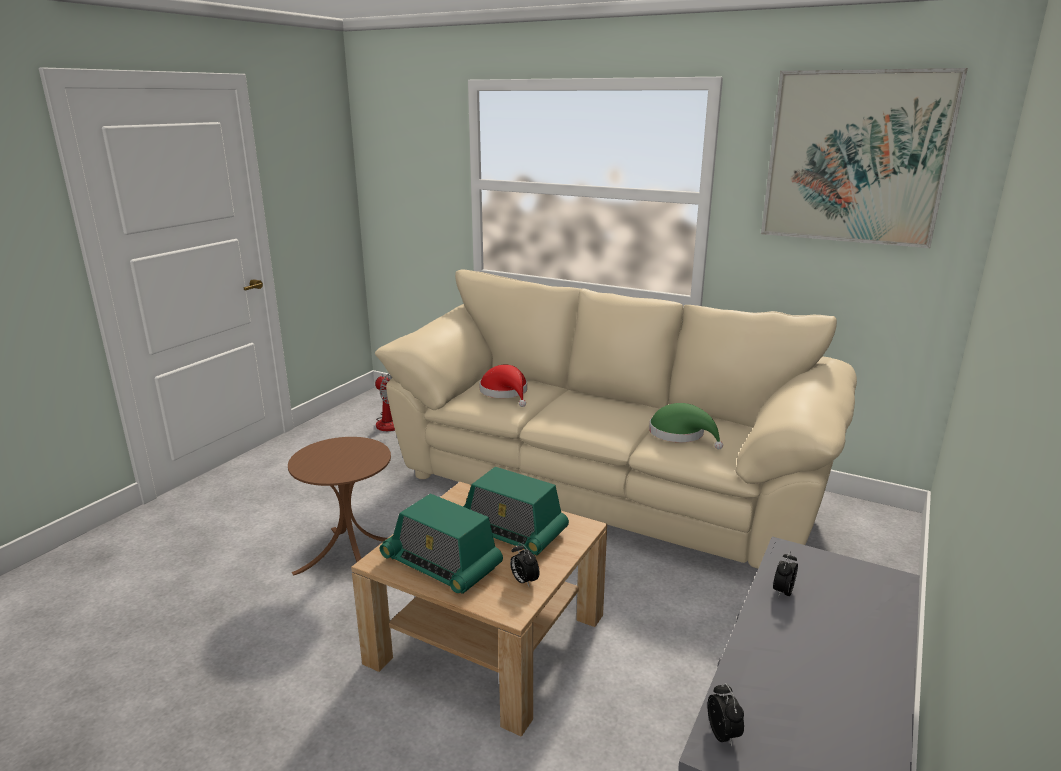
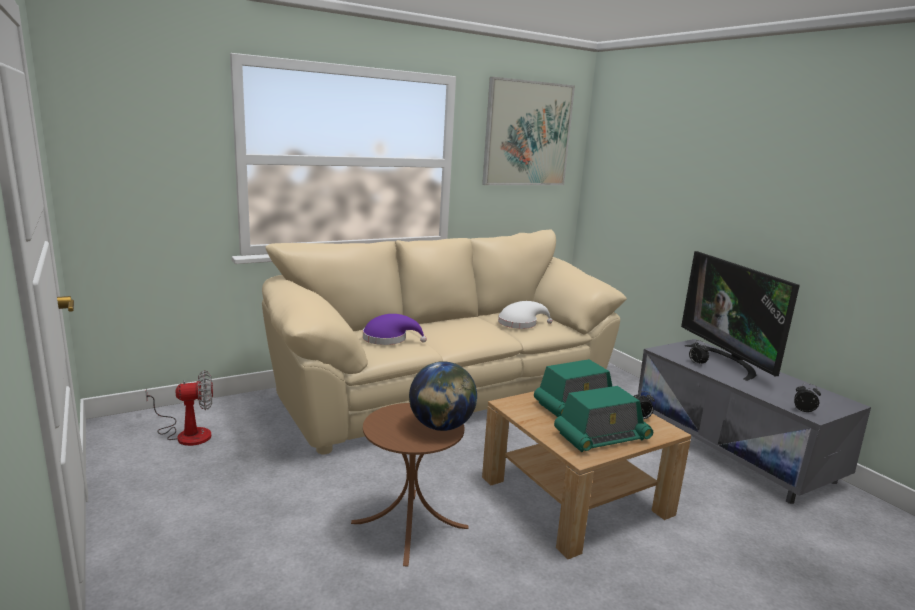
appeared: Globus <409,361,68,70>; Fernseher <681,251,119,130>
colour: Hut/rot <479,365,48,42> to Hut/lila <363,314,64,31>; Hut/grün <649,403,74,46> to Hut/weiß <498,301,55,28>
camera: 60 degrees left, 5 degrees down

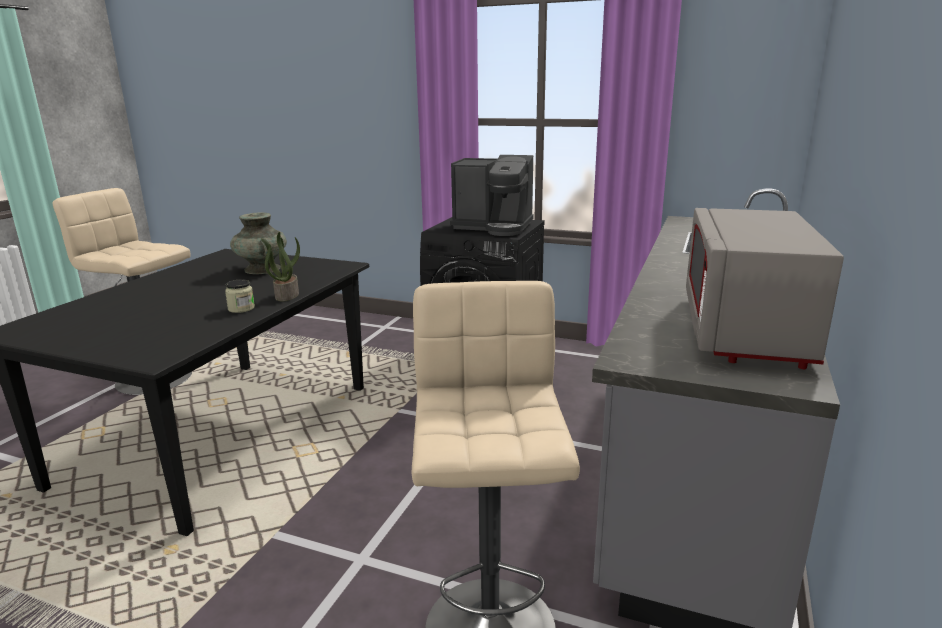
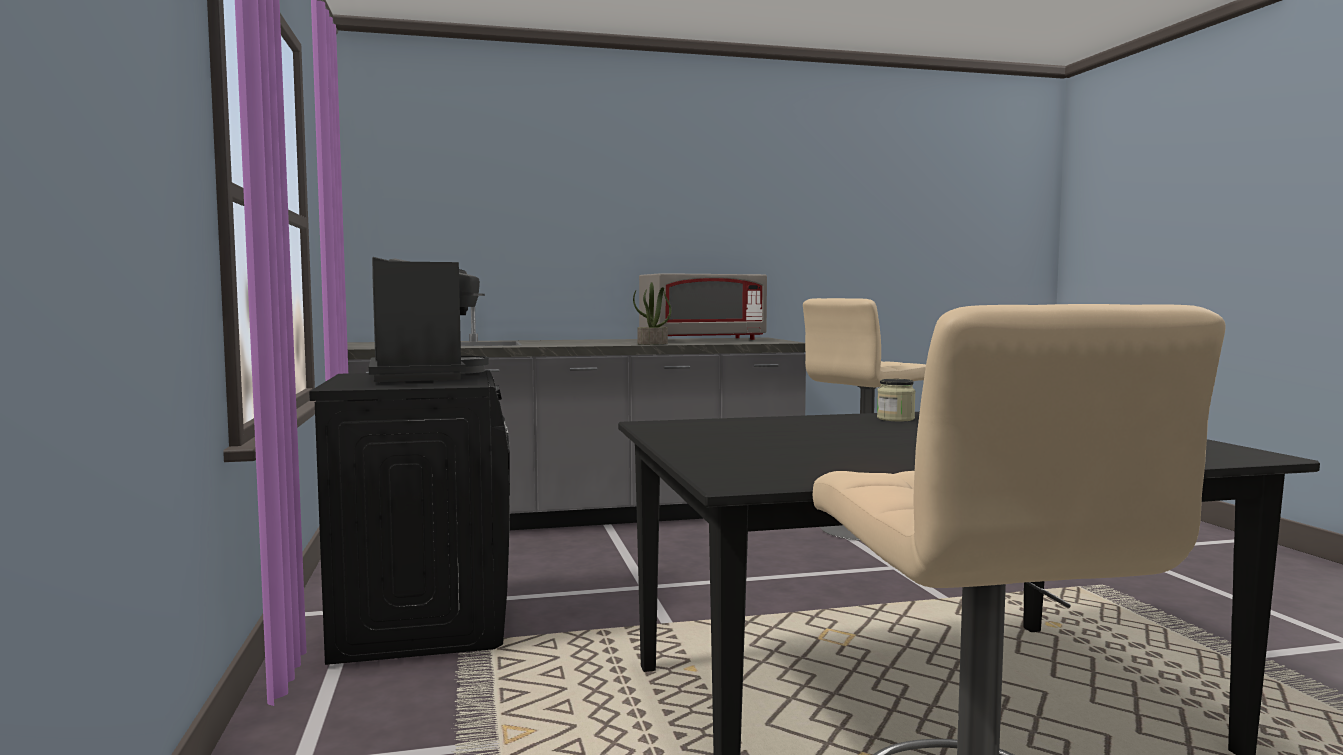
missing: Vase/türkis <230,213,57,61>
relocated: Topfpflanze <261,232,39,70> to <633,282,38,63>
camera: 125 degrees left, 15 degrees down

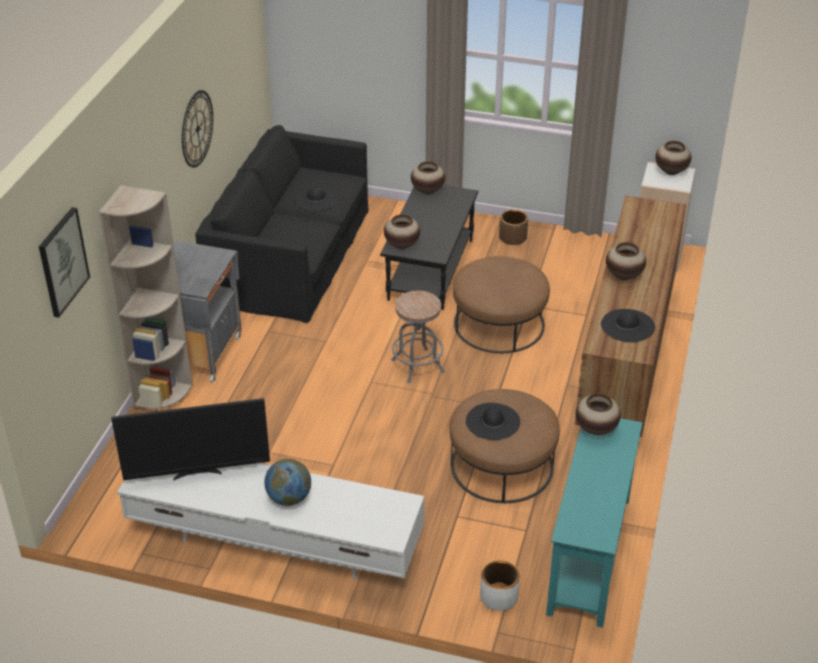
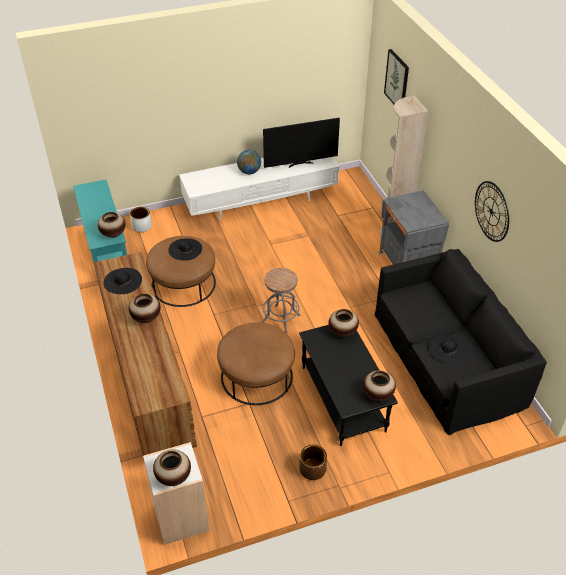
spun: Fernseher <111,398,159,83> = <263,118,77,50> 150 degrees counterclockwise
camera: 145 degrees right, 5 degrees up

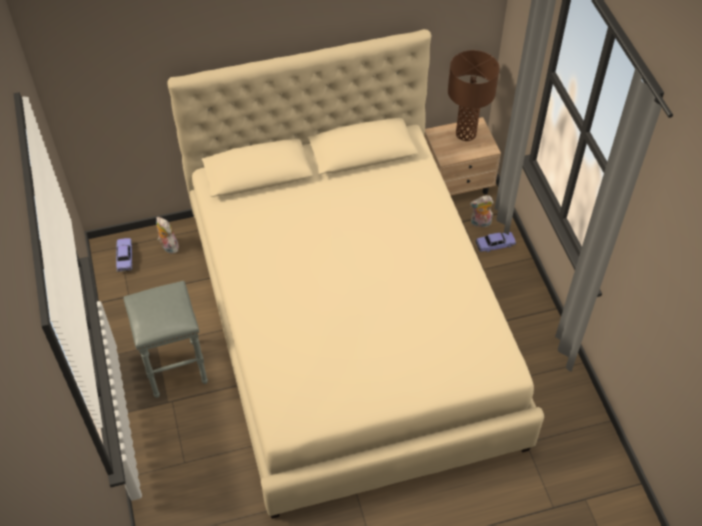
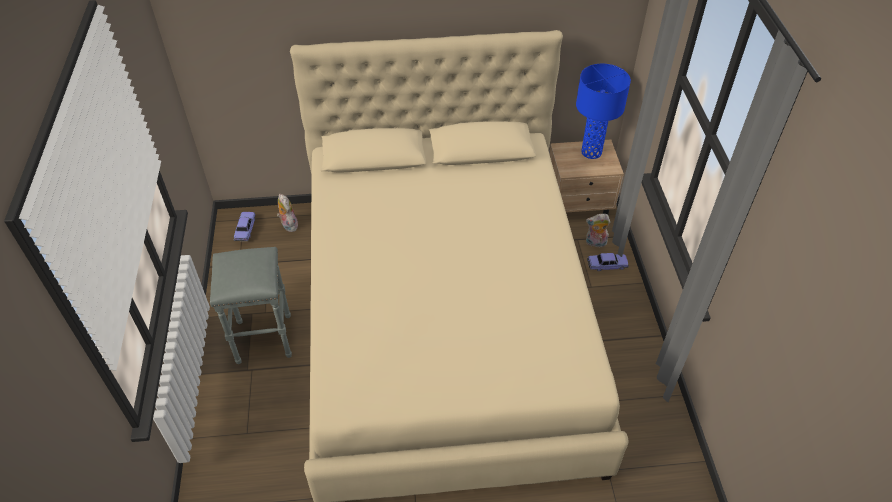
colour: Tischlampe/braun <448,50,52,91> to Tischlampe/blau <576,64,55,95>
camera: 10 degrees right, 5 degrees down

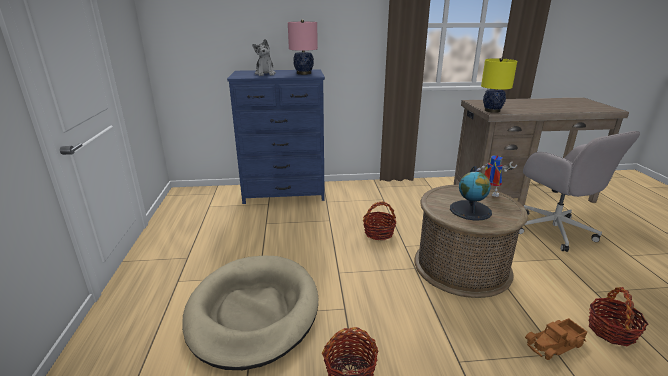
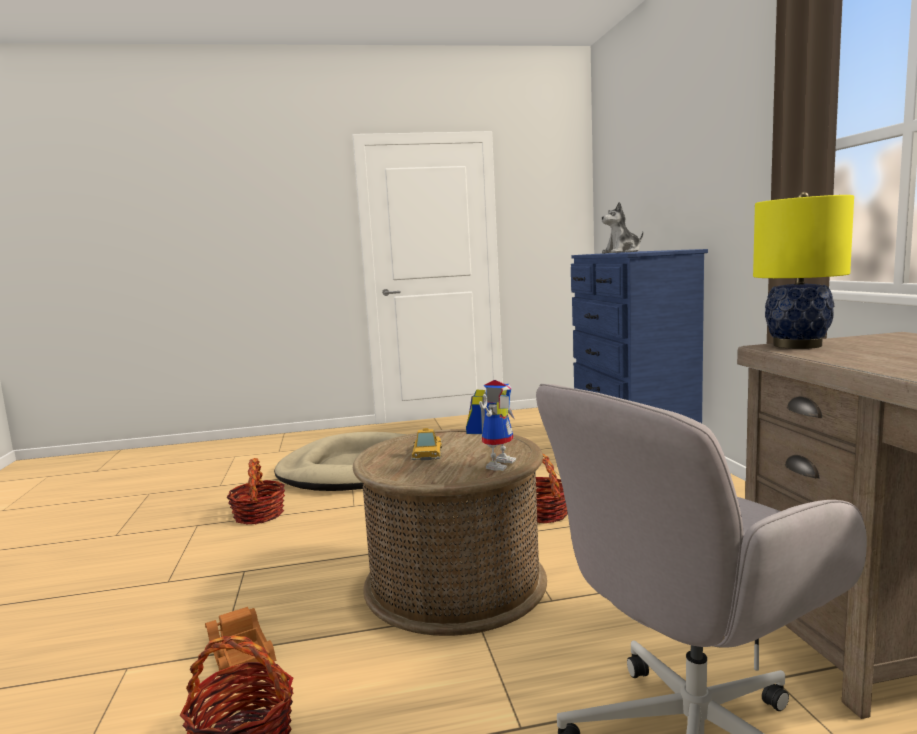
missing: Tischlampe/rosa <288,19,30,56>
exchanged: Globus <450,166,42,55> to Spielzeugauto <411,428,31,33>
camera: 85 degrees right, 15 degrees down

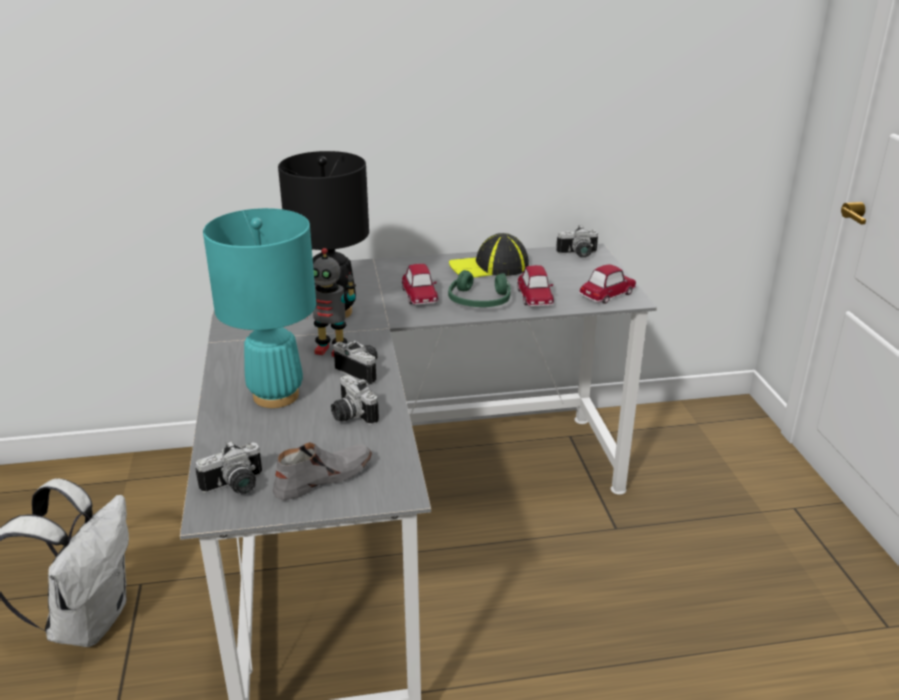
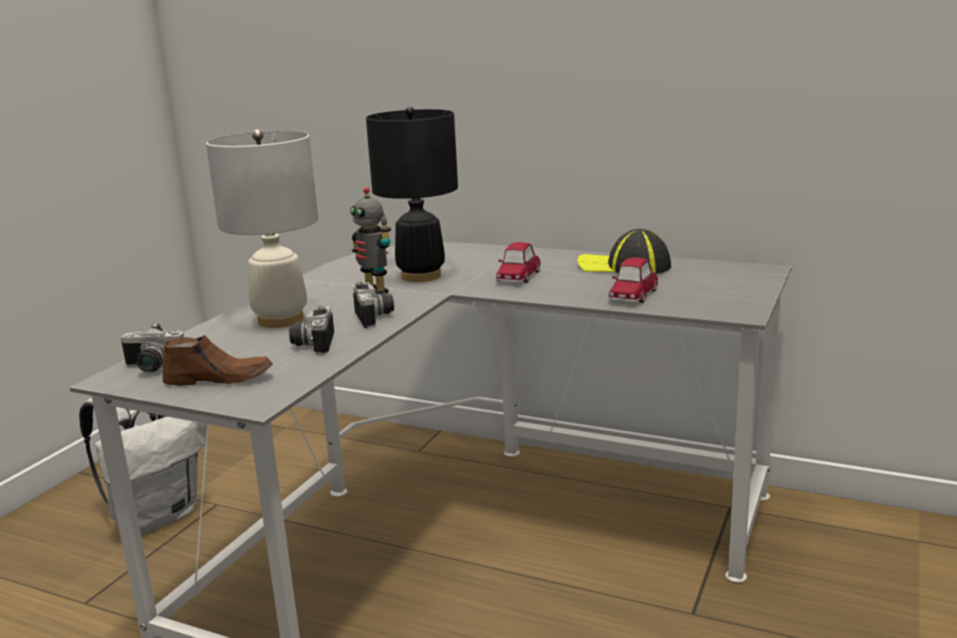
missing: Kopfhörer/grün <448,270,63,37>; Kamera <556,225,42,33>; Spielzeugauto <579,264,57,40>
colour: Schuh/grau <273,442,99,58> to Schuh/braun <163,335,110,51>; Tischlampe/türkis <203,208,113,200> to Tischlampe/weiß <206,129,112,199>
camera: 35 degrees right, 10 degrees down

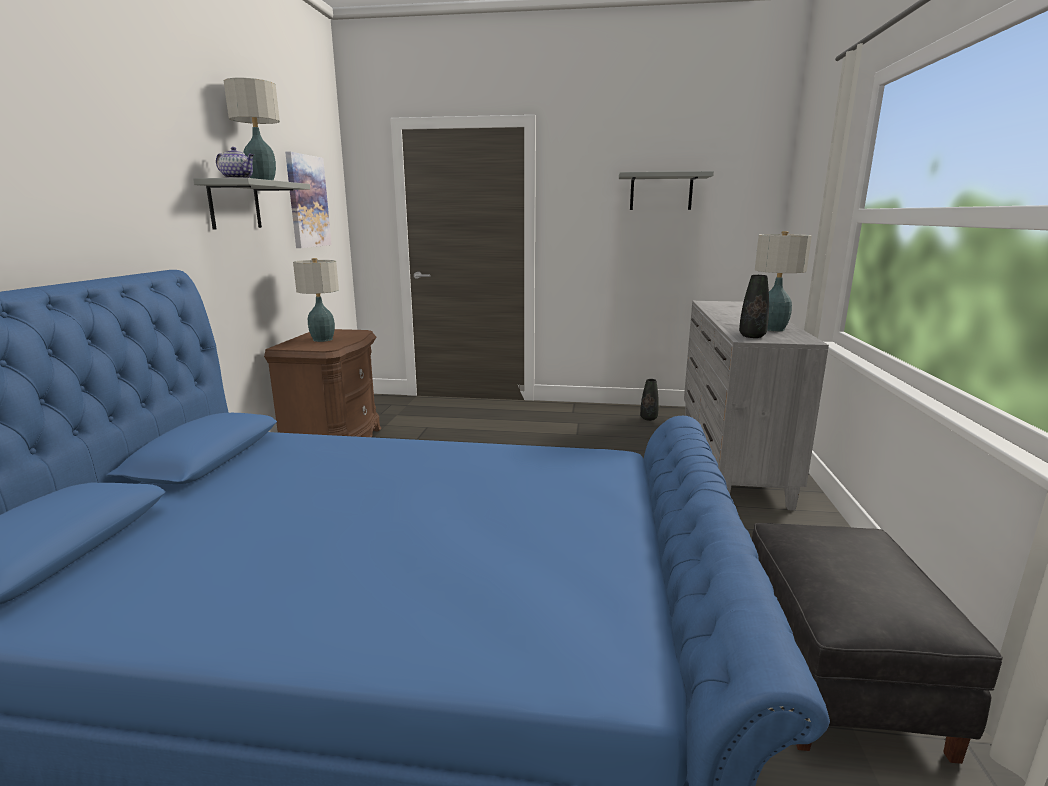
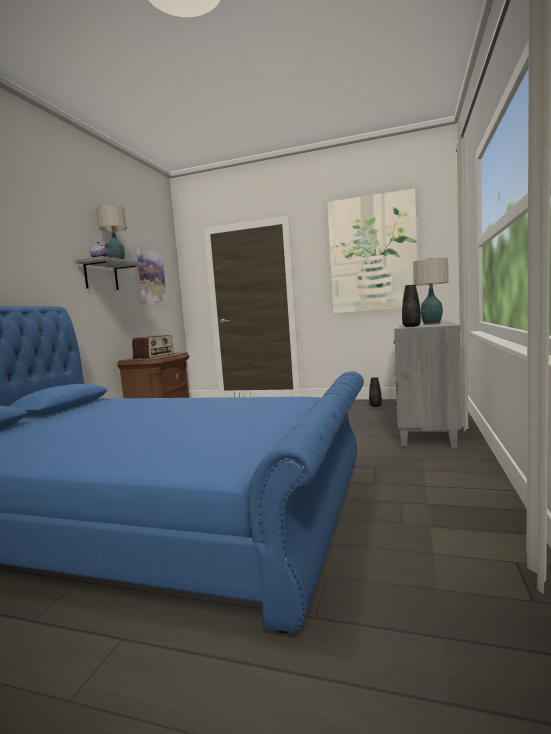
missing: Polsterhocker/schwarz <752,523,251,241>
exchanged: Tischlampe <293,258,46,84> to Radio <132,335,42,24>; Wandregal/grau <619,171,95,39> to Bild <327,188,92,126>
camera: 10 degrees right, 10 degrees down

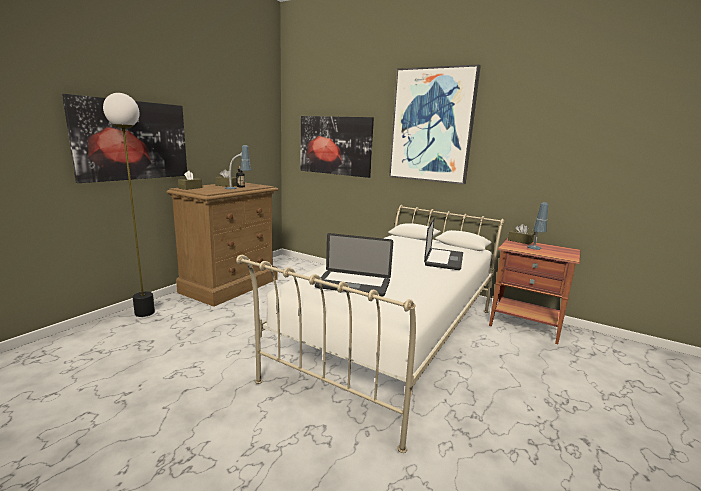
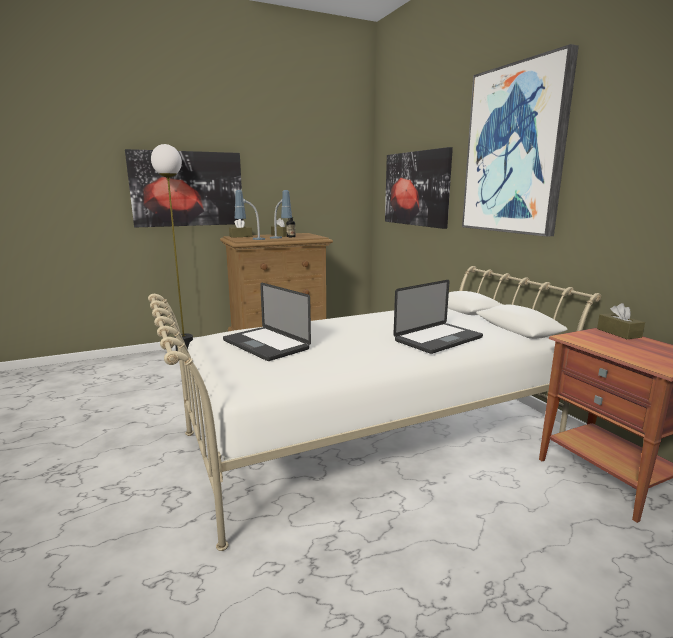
relocated: Tischlampe <527,202,22,48> to <235,190,30,50>
camera: 35 degrees right, 0 degrees up

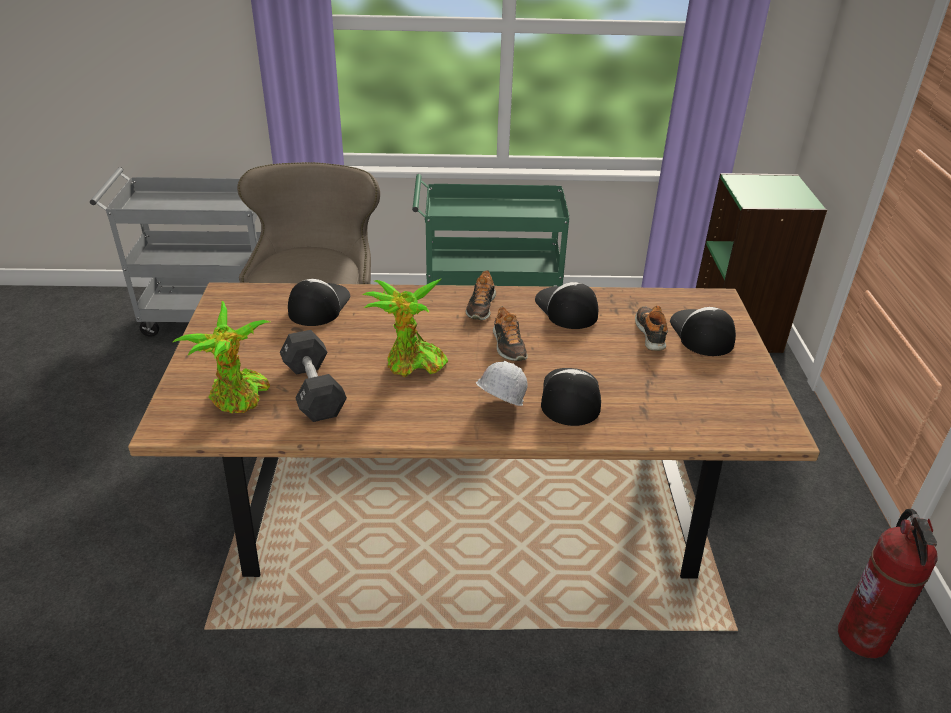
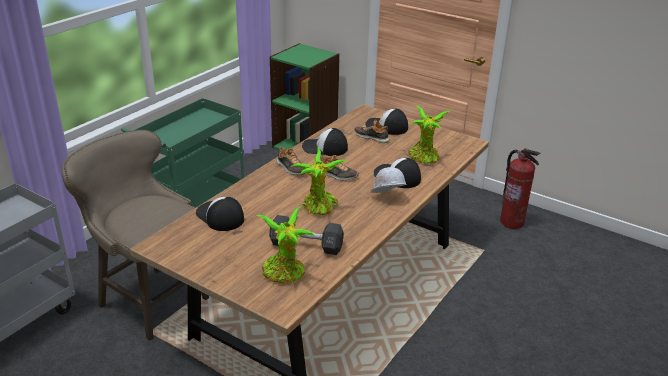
appeared: Topfpflanze <408,106,43,58>
camera: 55 degrees left, 5 degrees down

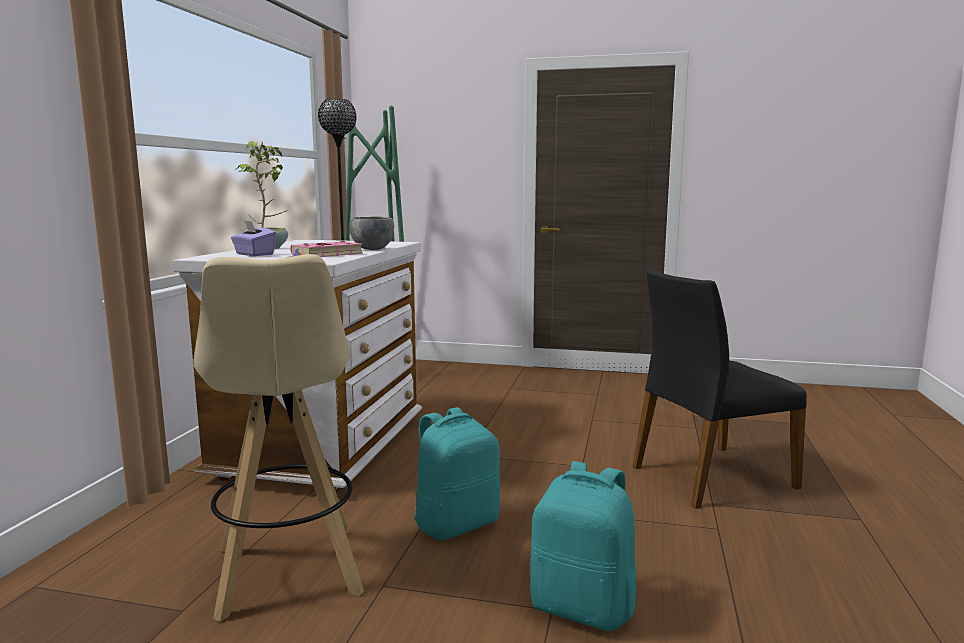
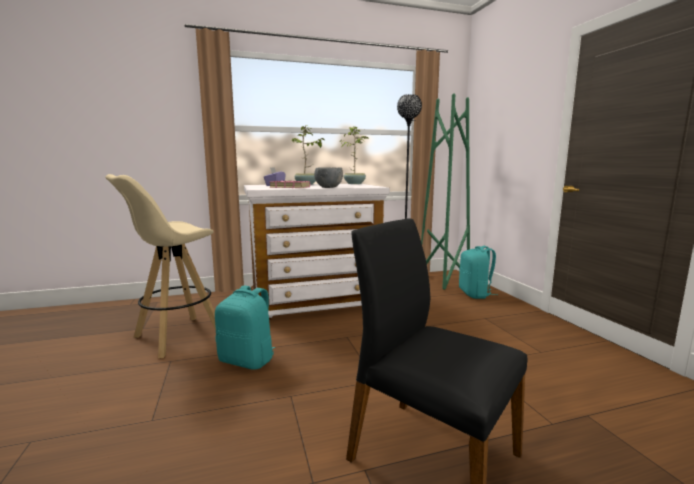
appeared: Topfpflanze <339,127,30,57>
relocated: Rucksack/türkis <529,461,107,170> to <459,246,39,53>
camera: 60 degrees right, 0 degrees up

